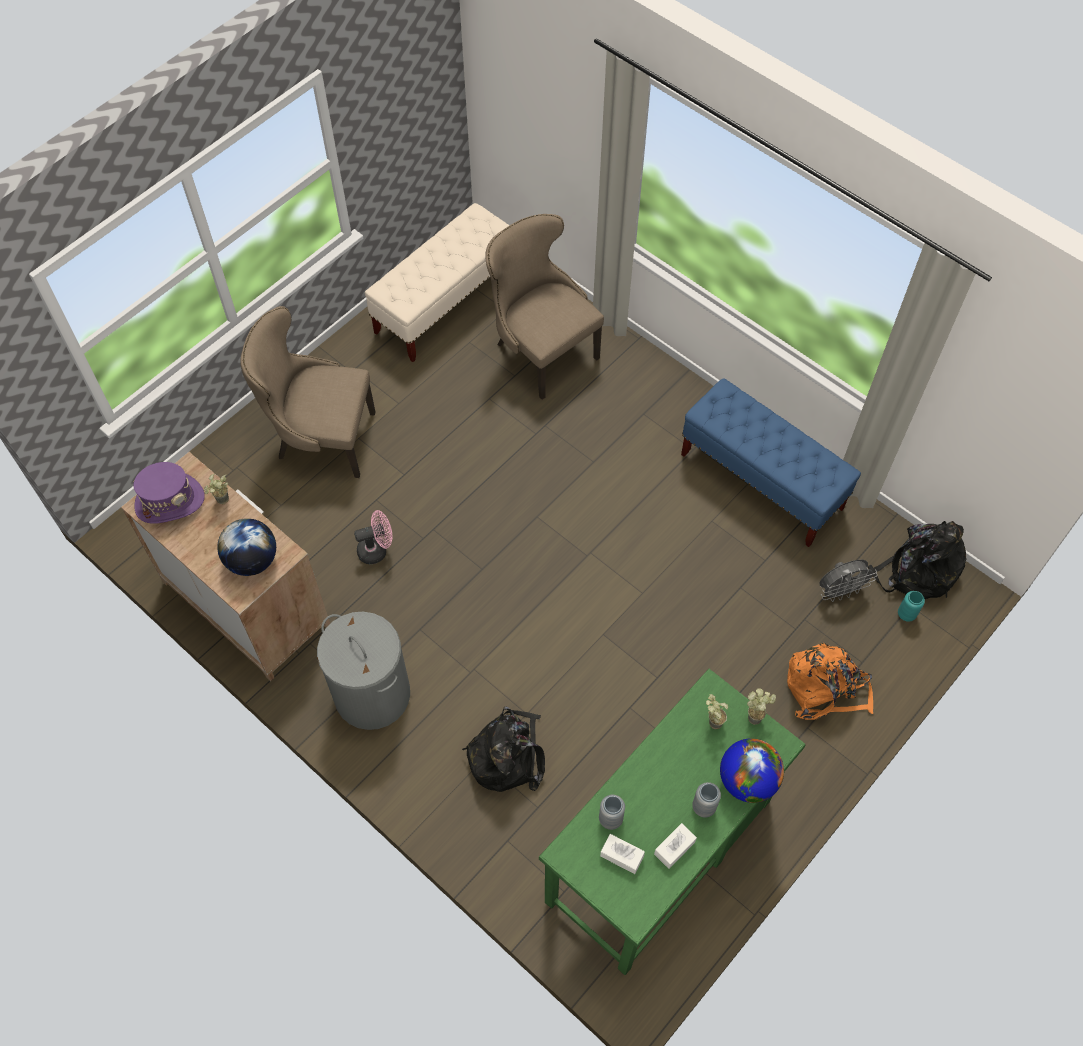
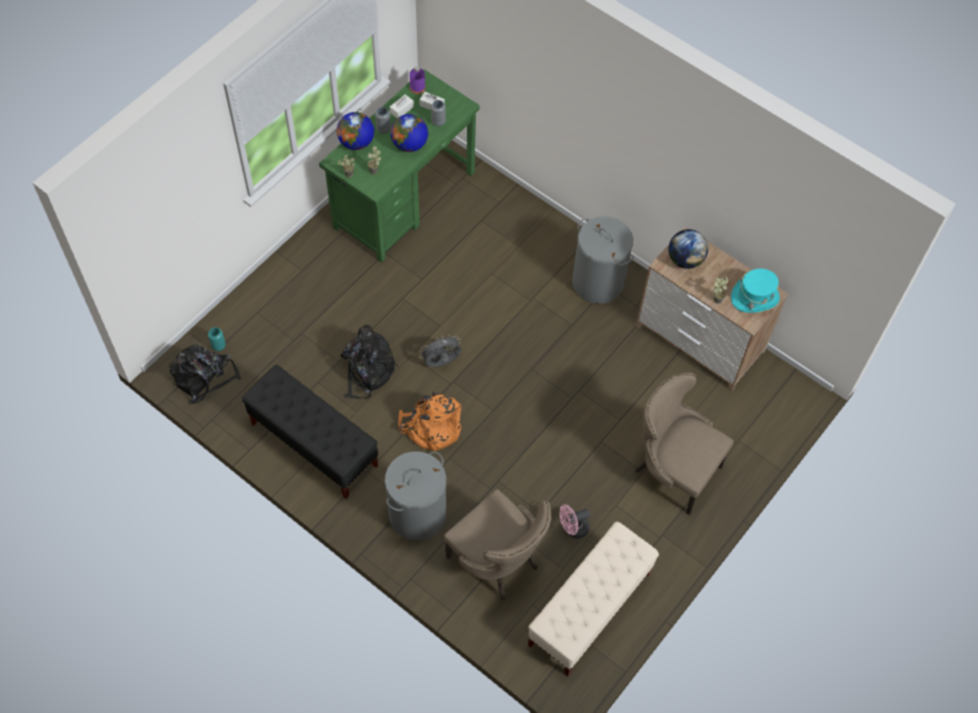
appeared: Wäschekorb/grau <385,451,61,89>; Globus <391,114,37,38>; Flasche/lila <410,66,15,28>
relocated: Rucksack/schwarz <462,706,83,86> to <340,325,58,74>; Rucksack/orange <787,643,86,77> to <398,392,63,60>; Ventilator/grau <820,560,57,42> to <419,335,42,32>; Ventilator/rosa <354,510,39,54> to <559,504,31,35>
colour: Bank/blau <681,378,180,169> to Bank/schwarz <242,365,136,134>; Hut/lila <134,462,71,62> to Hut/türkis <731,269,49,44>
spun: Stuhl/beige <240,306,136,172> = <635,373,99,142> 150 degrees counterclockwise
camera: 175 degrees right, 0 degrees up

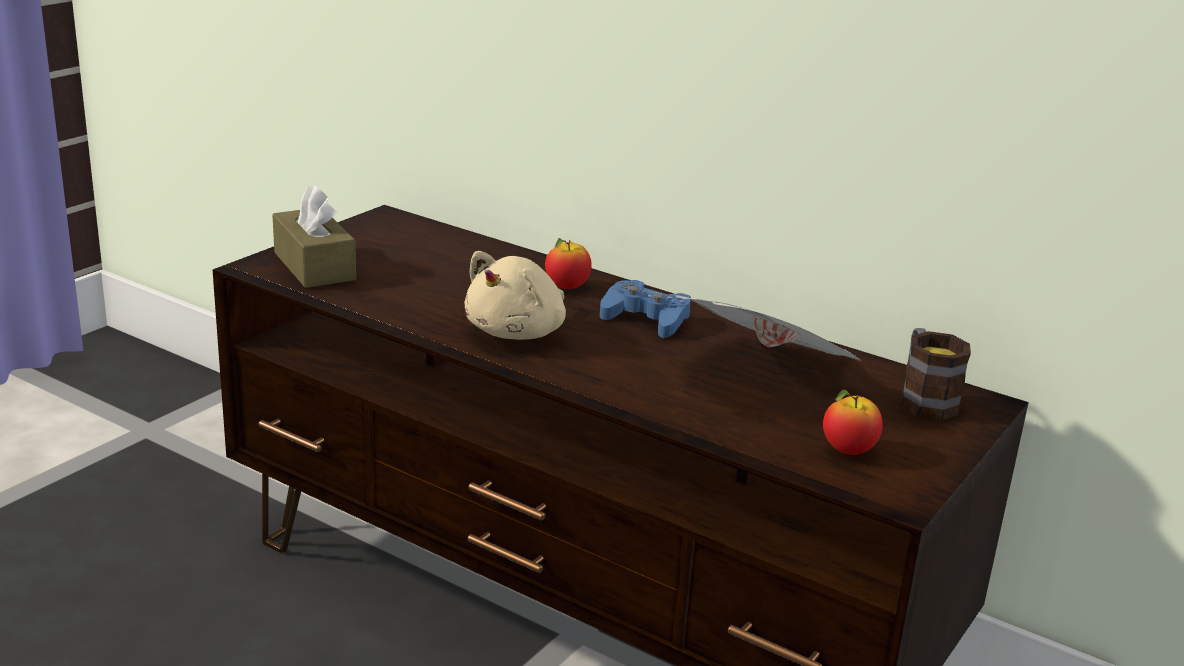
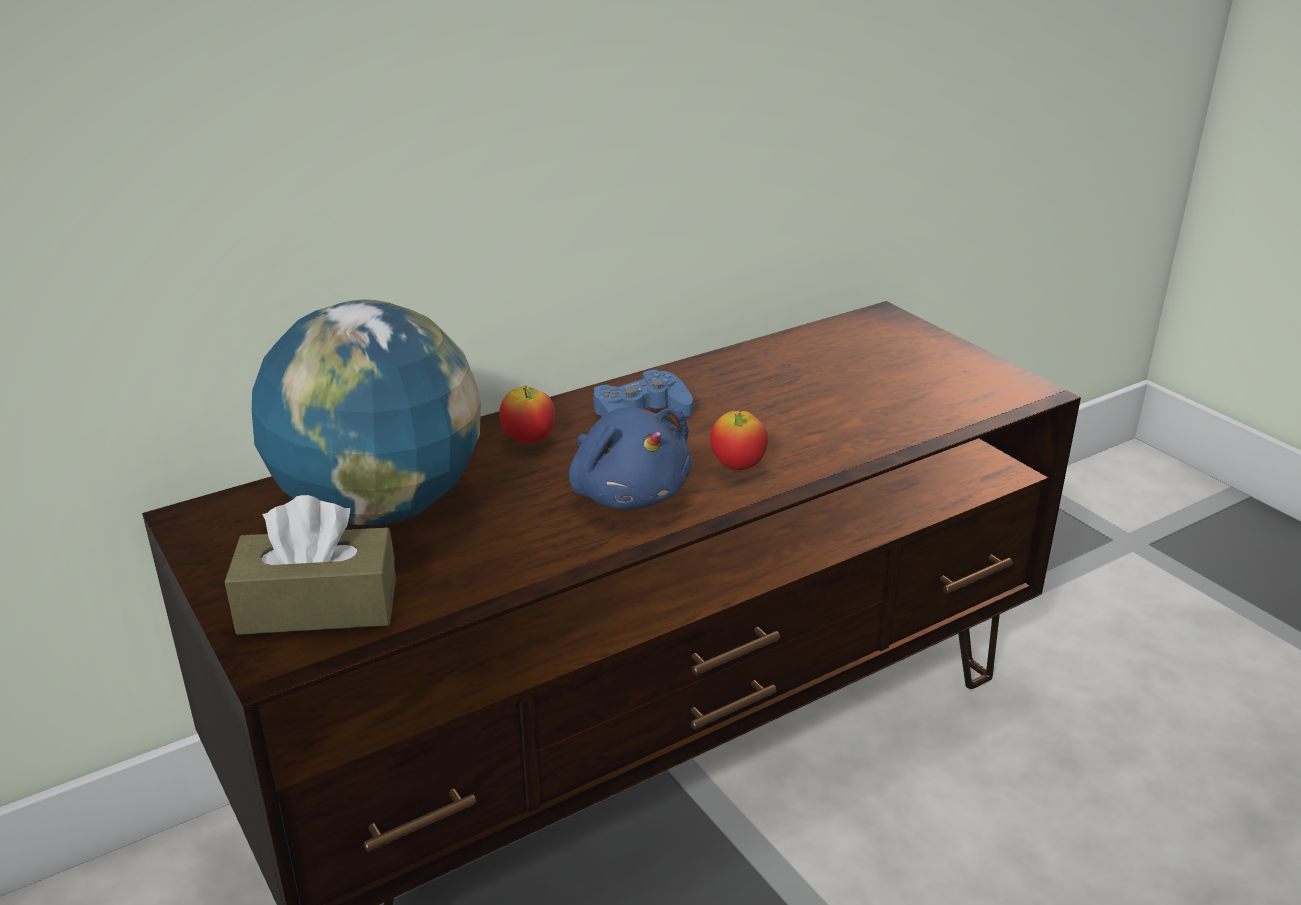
missing: Zeitung <675,295,186,65>; Henkelbecher <901,328,70,92>
appeared: Globus <252,299,229,226>
relocated: Apfel <823,390,60,65> to <710,411,58,59>
colour: Plüschtier/beige <464,251,102,89> to Plüschtier/blau <569,407,123,102>
camera: 65 degrees left, 5 degrees up

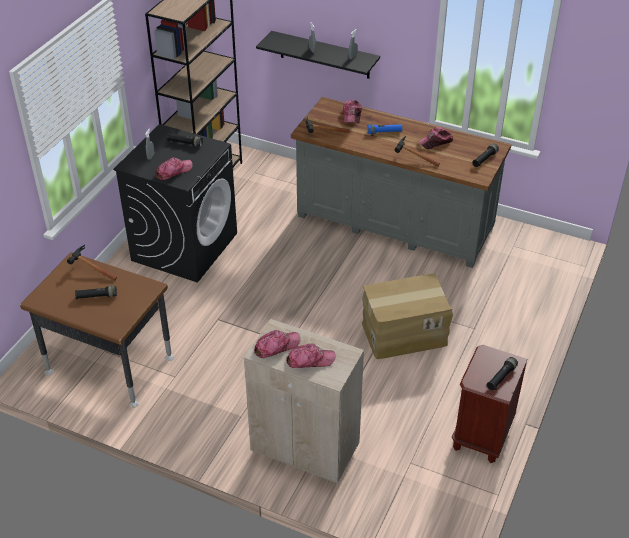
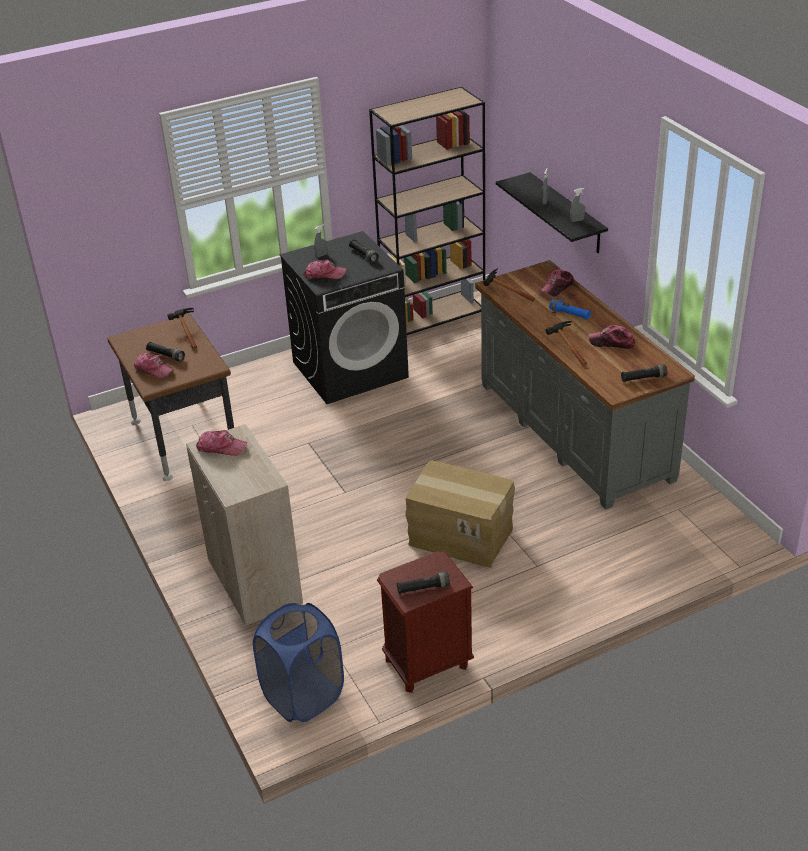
appeared: Wäschekorb/blau <253,603,91,119>
relocated: Kappe <286,344,50,24> to <134,353,40,25>
camera: 40 degrees right, 5 degrees down

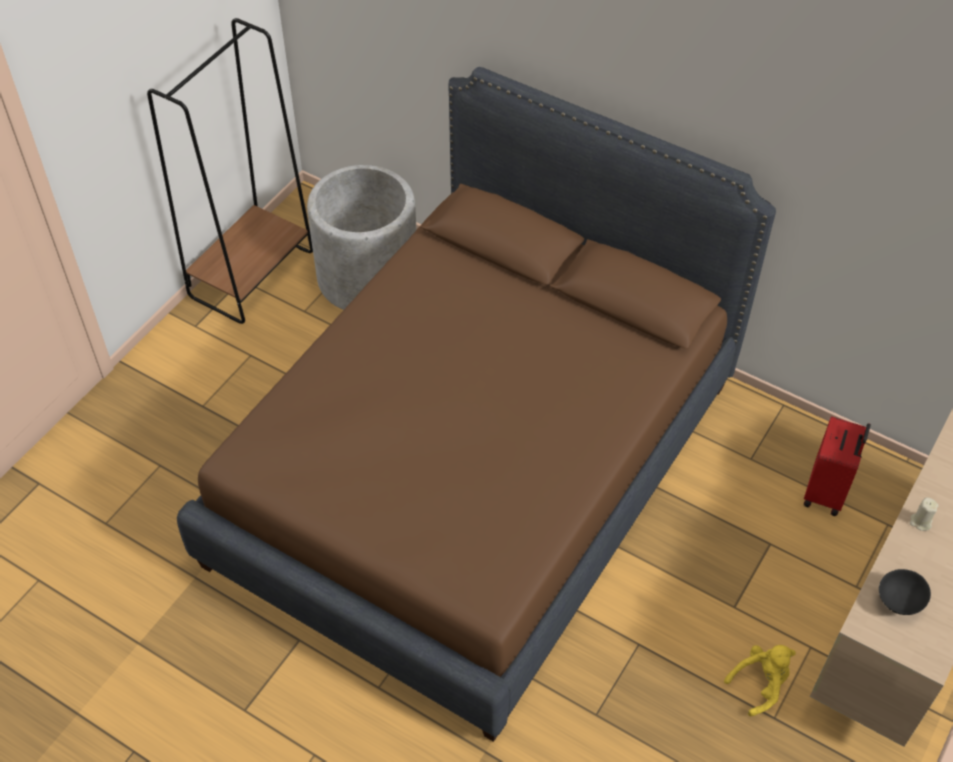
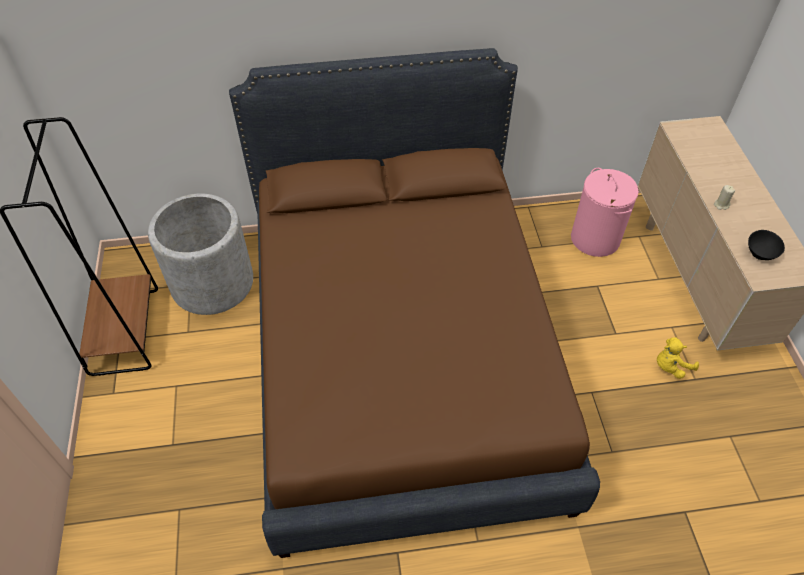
exchanged: Koffer/rot <804,416,67,100> to Wäschekorb/rosa <571,168,68,89>
spun: Plüschtier/gelb <724,645,72,71> = <657,337,42,42> 135 degrees counterclockwise
camera: 40 degrees left, 0 degrees up

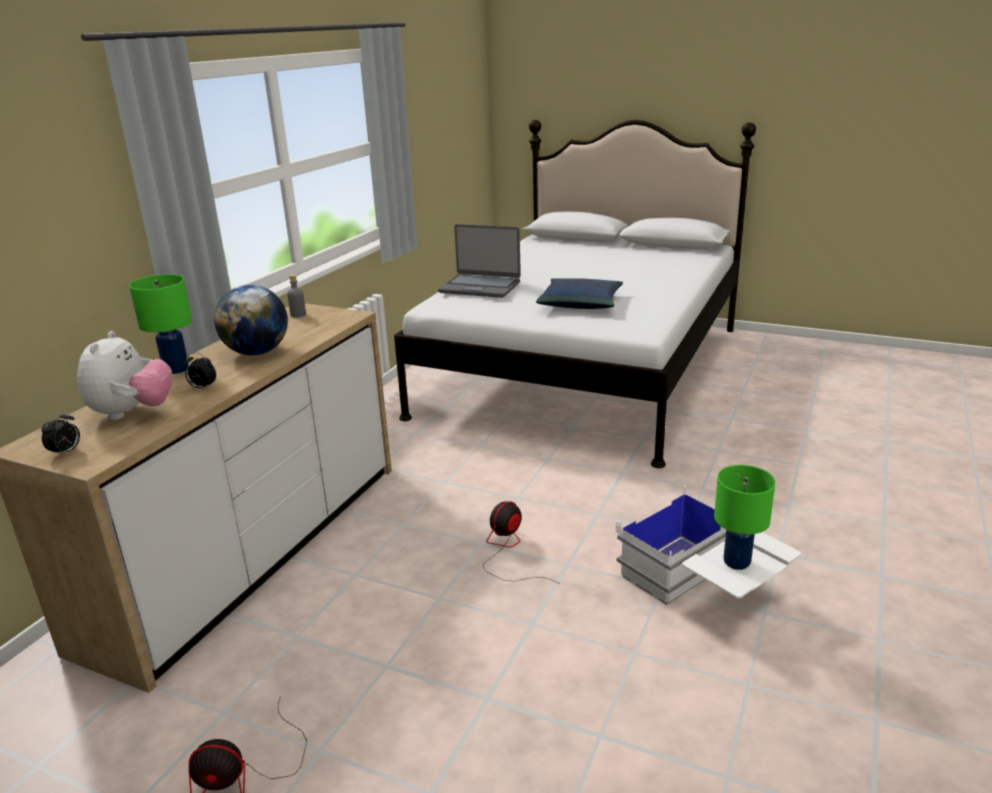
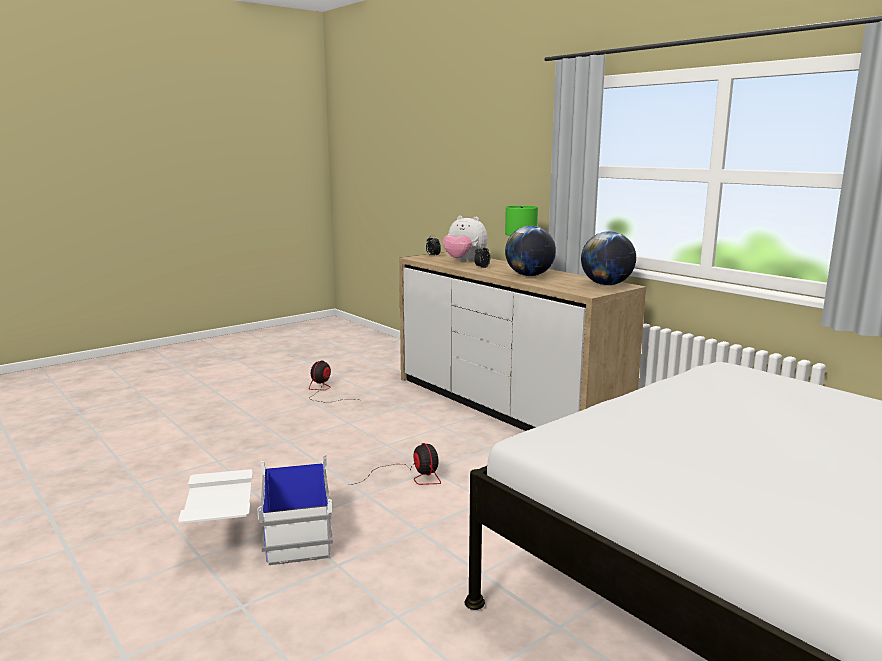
missing: Laptop <438,224,83,74>; Kissen/blau <536,278,87,31>; Tischlampe/grün <714,465,61,105>
exchanged: Flasche/grau <287,275,19,43> to Globus <581,231,55,54>
camera: 115 degrees right, 10 degrees down

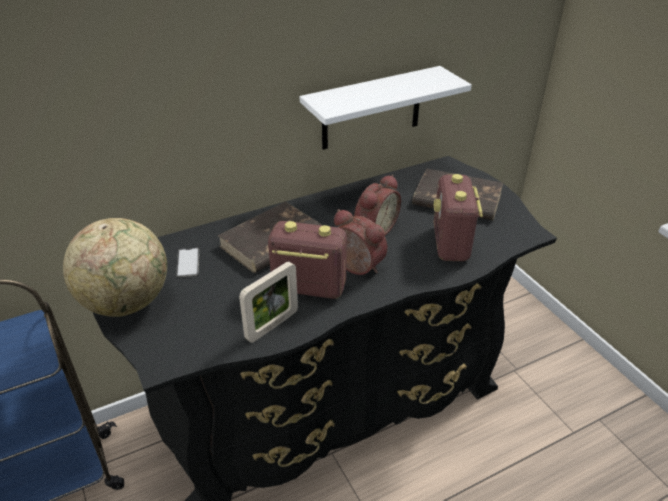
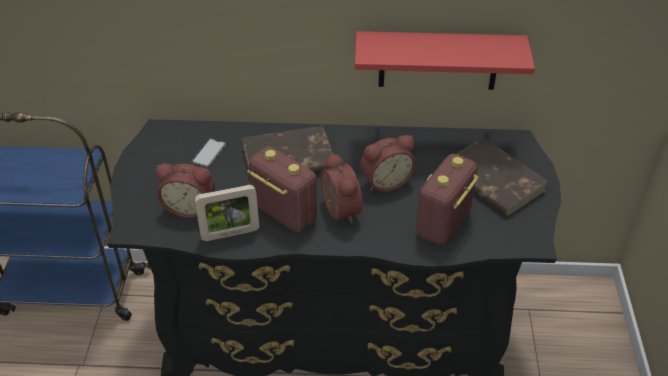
missing: Globus <63,218,104,99>
appeared: Wecker <156,164,59,54>
colour: Wandregal/weiß <300,66,172,84> to Wandregal/rot <355,31,180,59>
camera: 30 degrees right, 5 degrees up

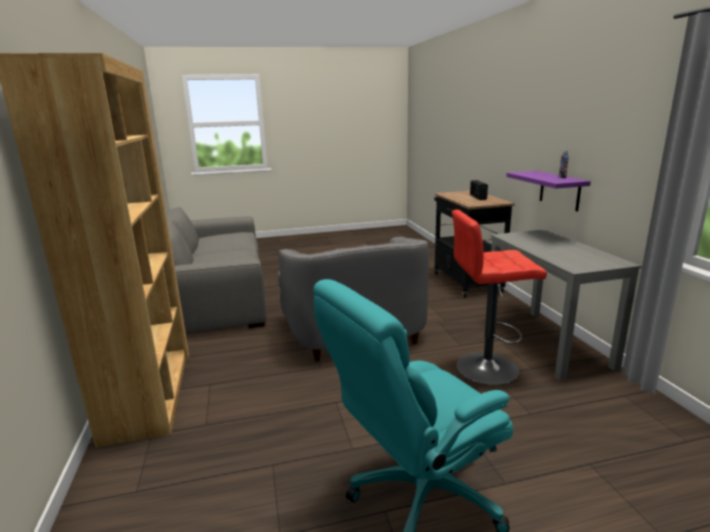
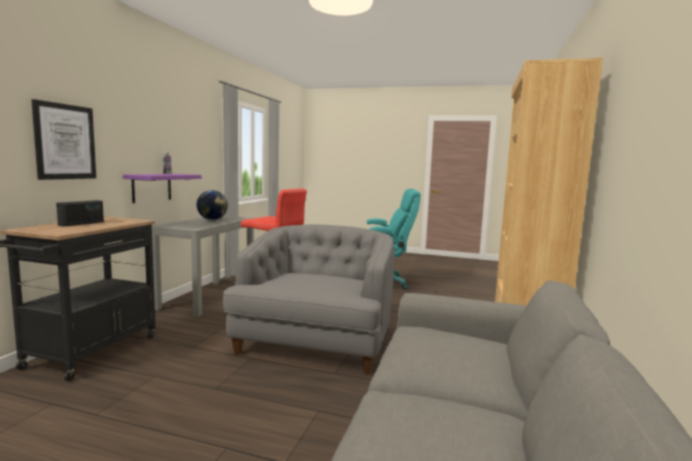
appeared: Bild <31,99,65,81>; Globus <197,190,31,30>
camera: 150 degrees left, 10 degrees down

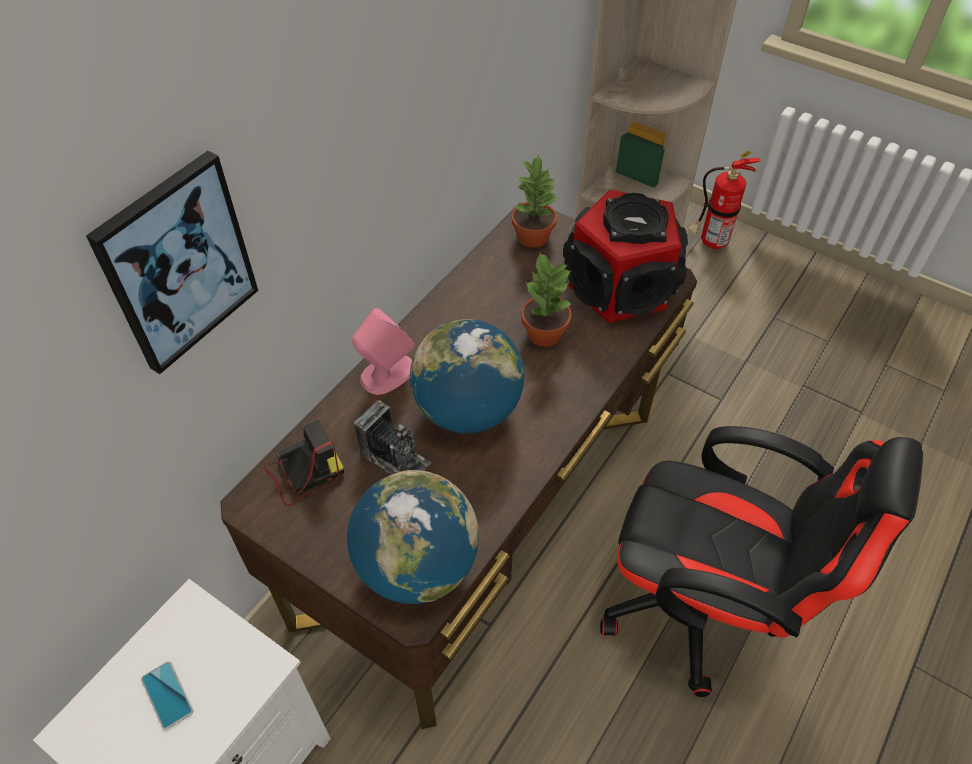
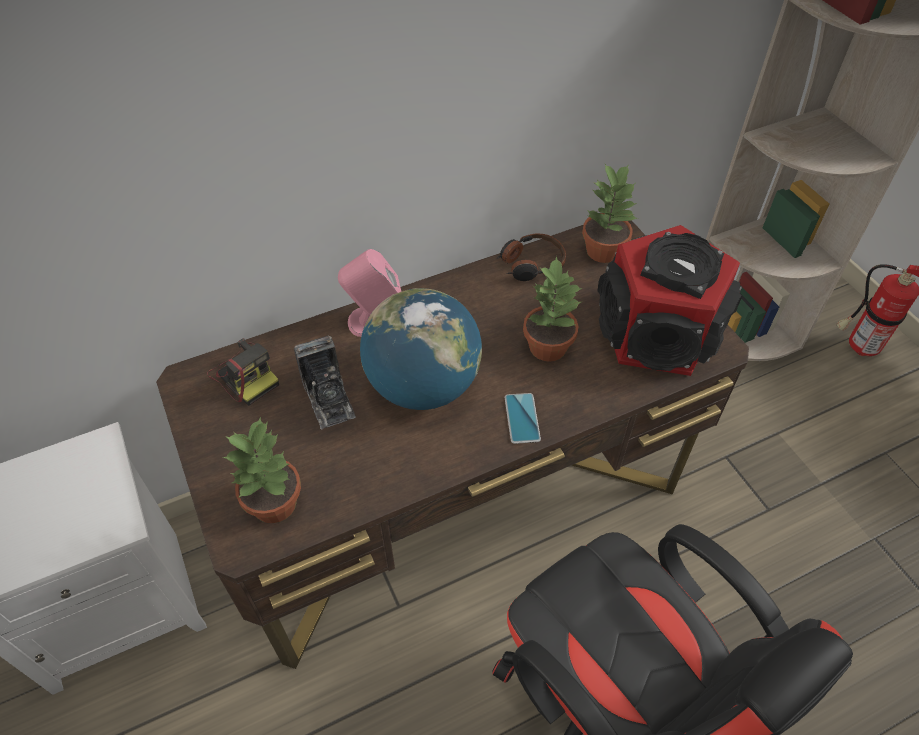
missing: Bild <86,151,172,223>
appeared: Kopfhörer <496,233,70,48>
relocated: Handy <141,661,52,69> to <505,393,36,51>
exchanged: Globus <347,470,132,134> to Topfpflanze <222,417,79,106>
spun: Kamera <264,420,80,86> = <207,338,72,68> 45 degrees clockwise
camera: 30 degrees right, 0 degrees up

